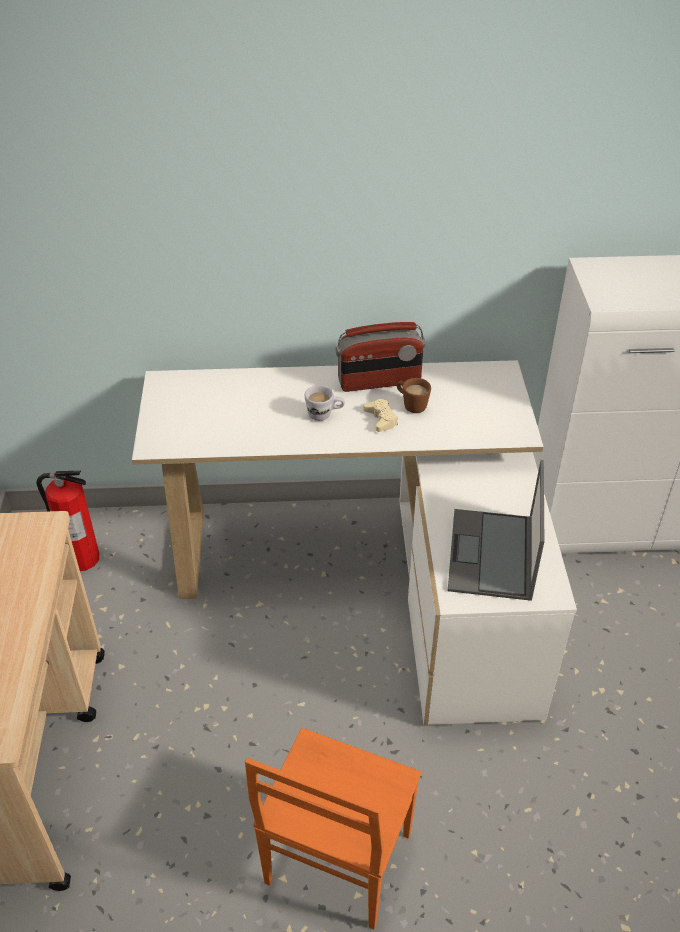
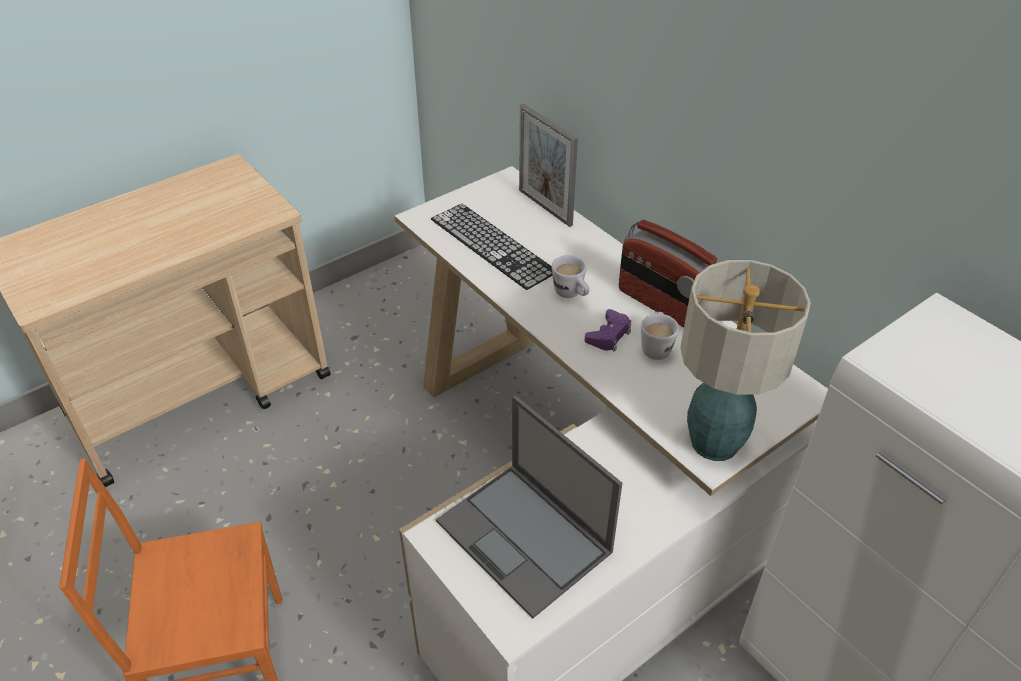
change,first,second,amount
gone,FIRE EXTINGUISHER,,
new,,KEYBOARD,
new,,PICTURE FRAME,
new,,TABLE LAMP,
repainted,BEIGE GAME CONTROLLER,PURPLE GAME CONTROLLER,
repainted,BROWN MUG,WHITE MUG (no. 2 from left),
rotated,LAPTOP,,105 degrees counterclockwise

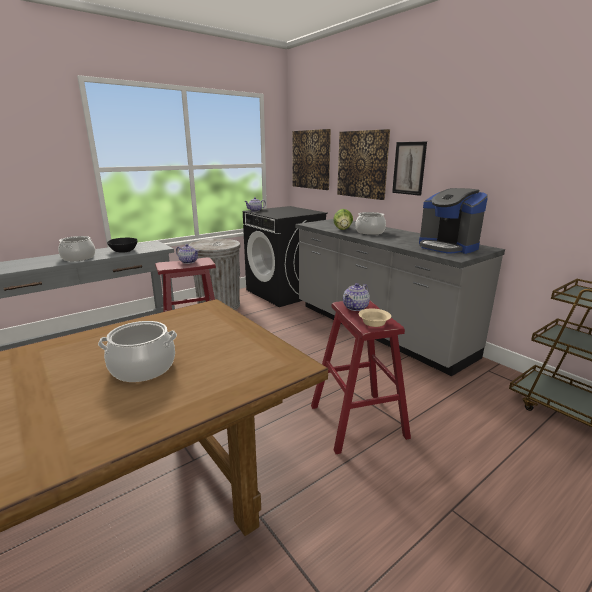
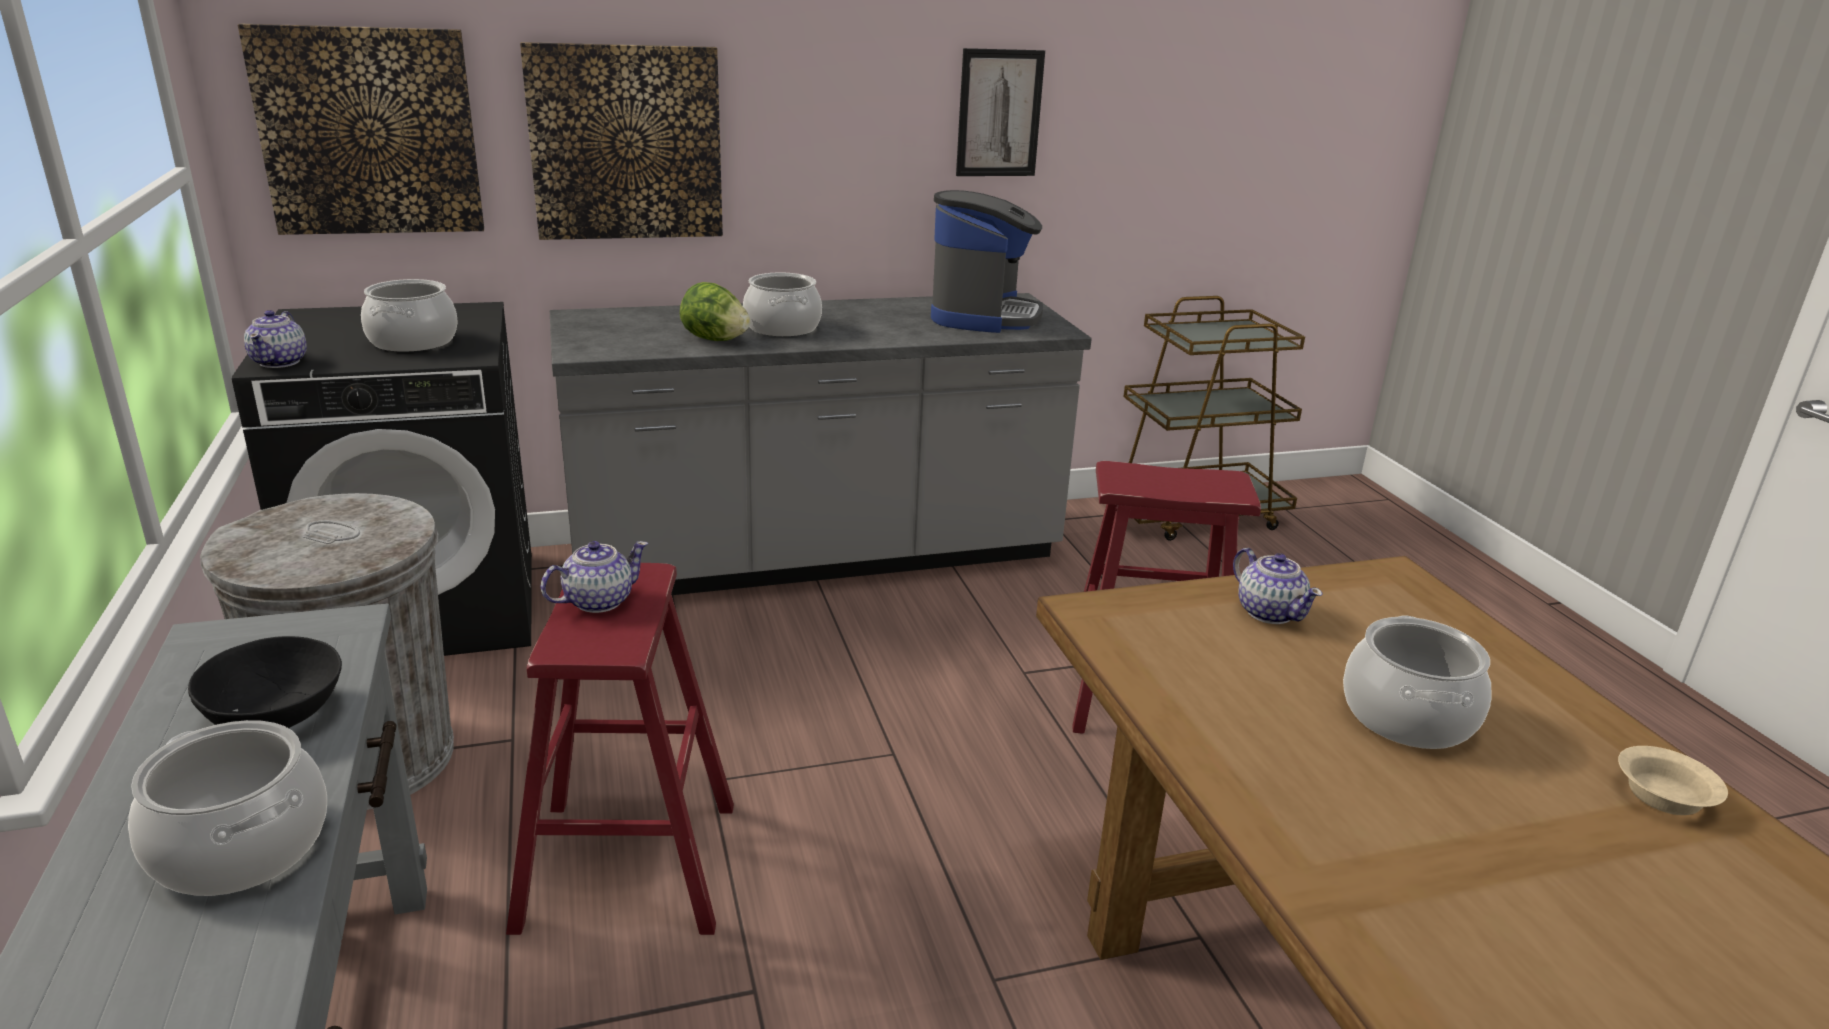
change,first,second,amount
new,,COOKING POT (no. 2 from left),
shifted,TEAPOT (no. 3 from left),,
shifted,BEIGE BOWL,,
shifted,PICTURE (no. 3 from left),,
rotated,COFFEE MACHINE,,60 degrees counterclockwise

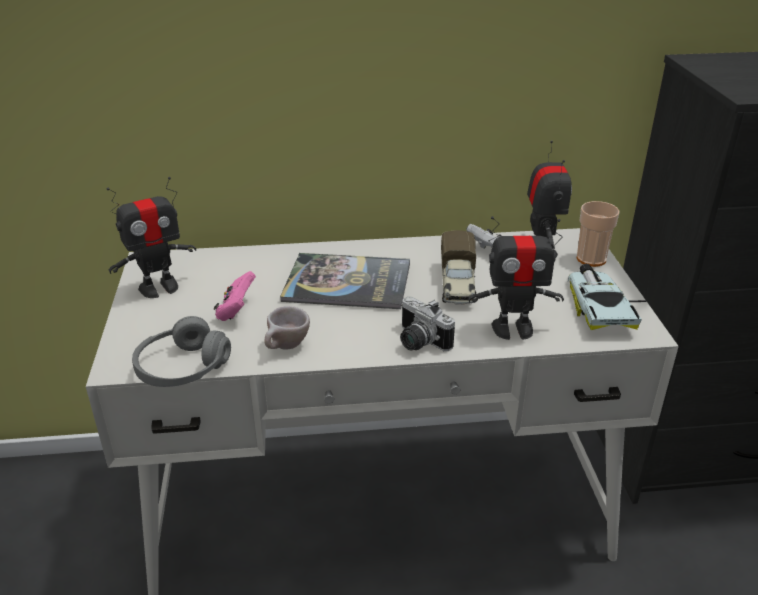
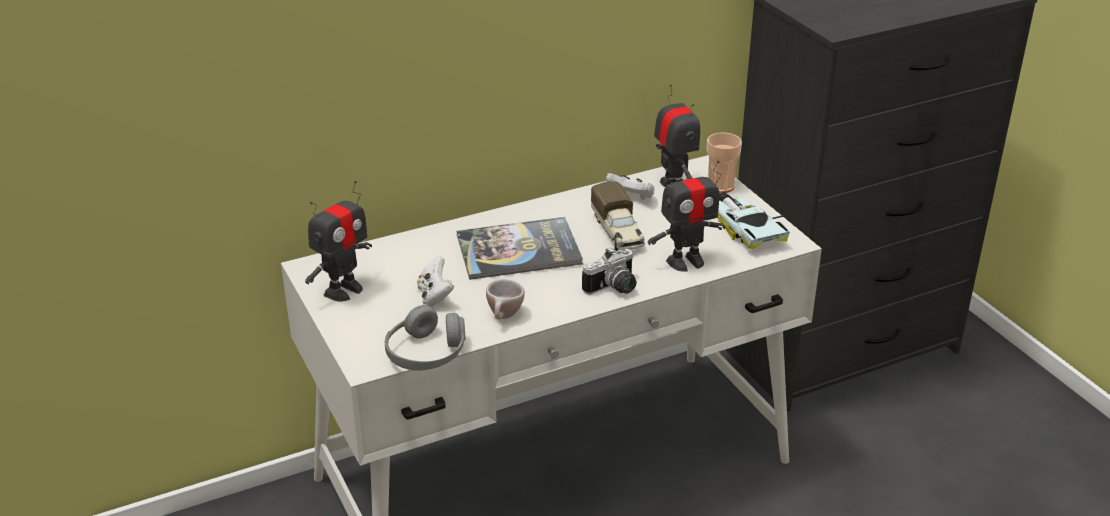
change,first,second,amount
repainted,PINK GAME CONTROLLER,WHITE GAME CONTROLLER (no. 1 from left),
rotated,PHOTO CAMERA,,60 degrees counterclockwise

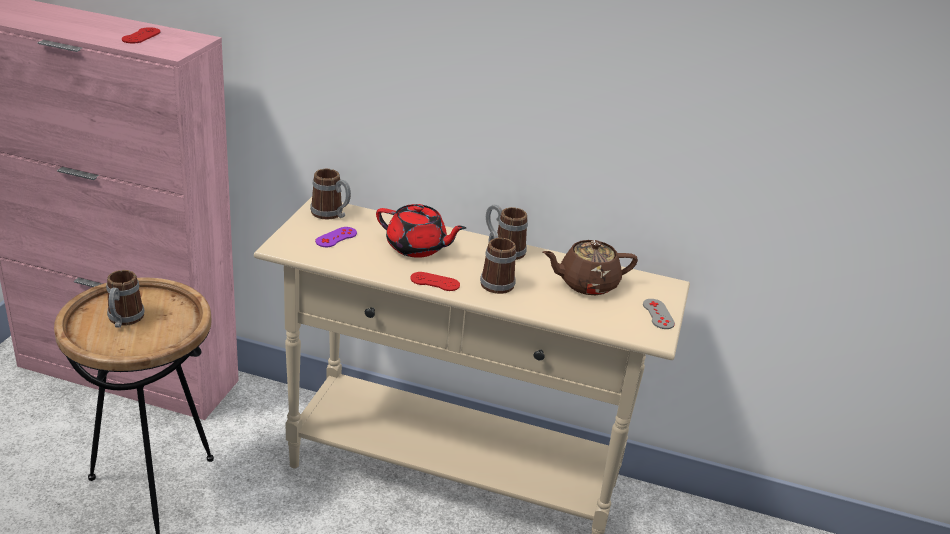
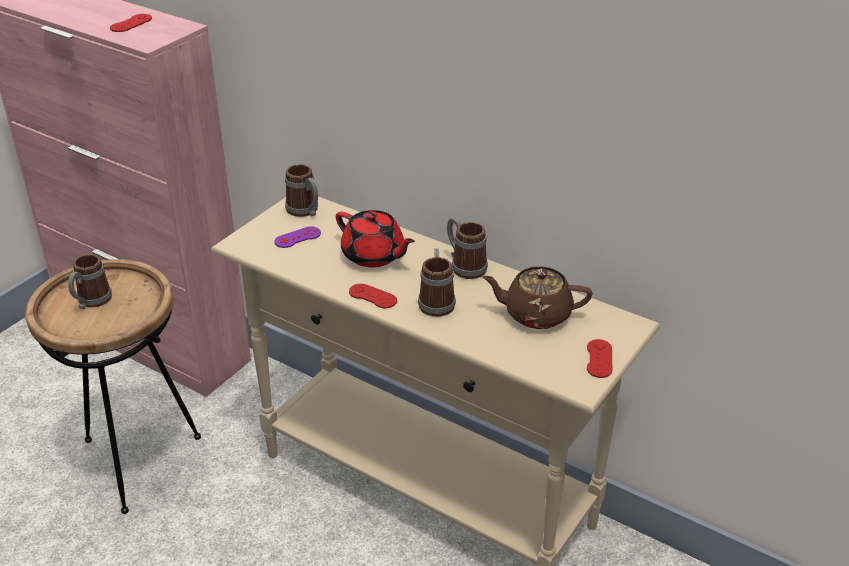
change,first,second,amount
repainted,GREY GAME CONTROLLER,RED GAME CONTROLLER (no. 3 from left),

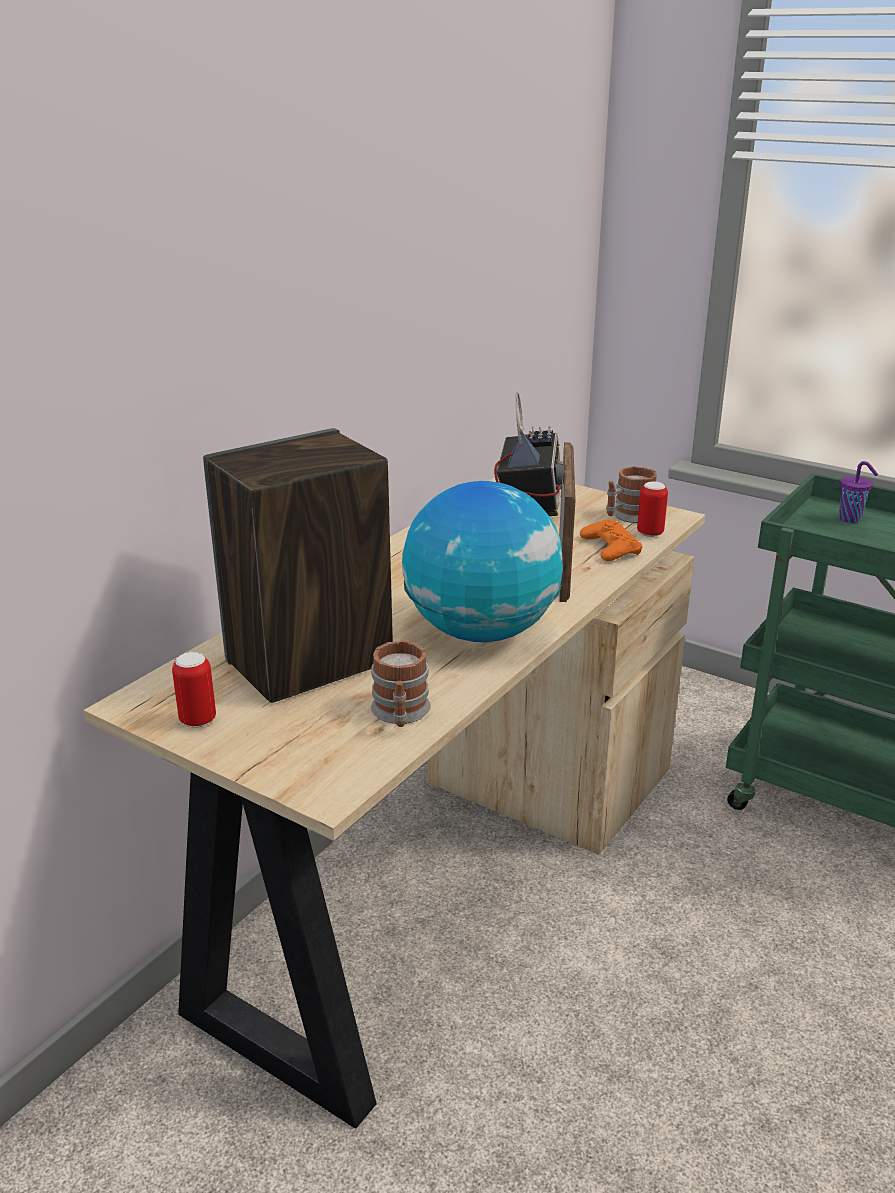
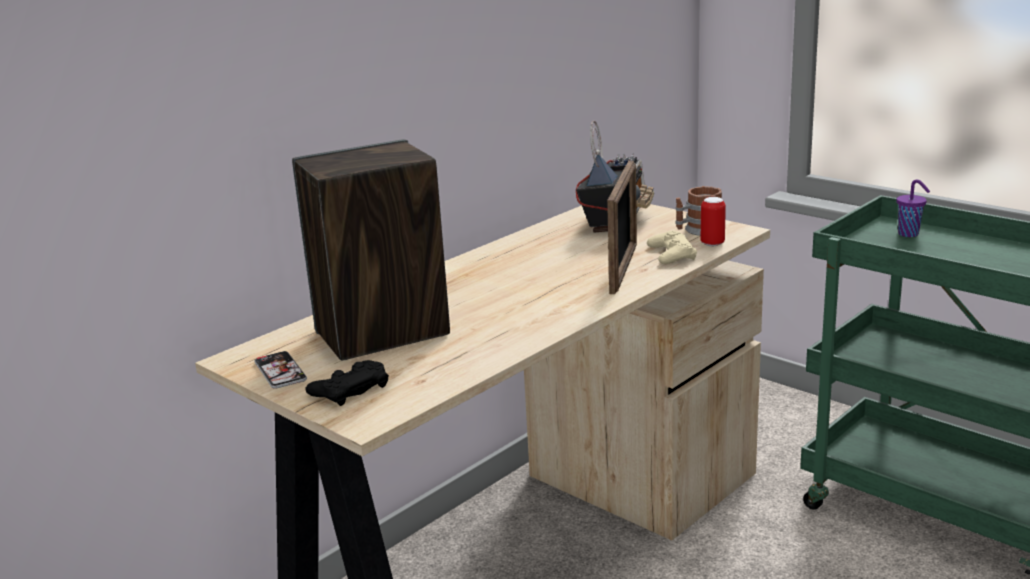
change,first,second,amount
gone,MUG (no. 1 from left),,
gone,GLOBE,,
new,,BLACK GAME CONTROLLER,
swapped,CAN (no. 1 from left),PHONE,
repainted,ORANGE GAME CONTROLLER,BEIGE GAME CONTROLLER,

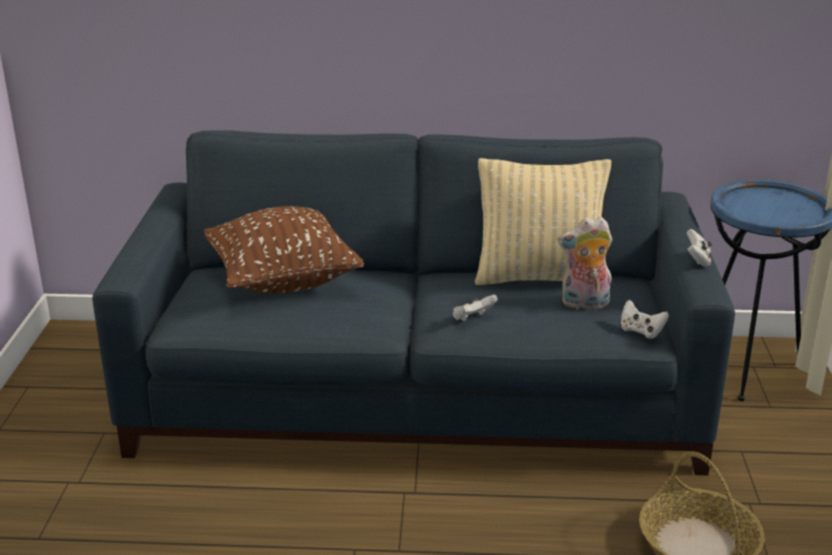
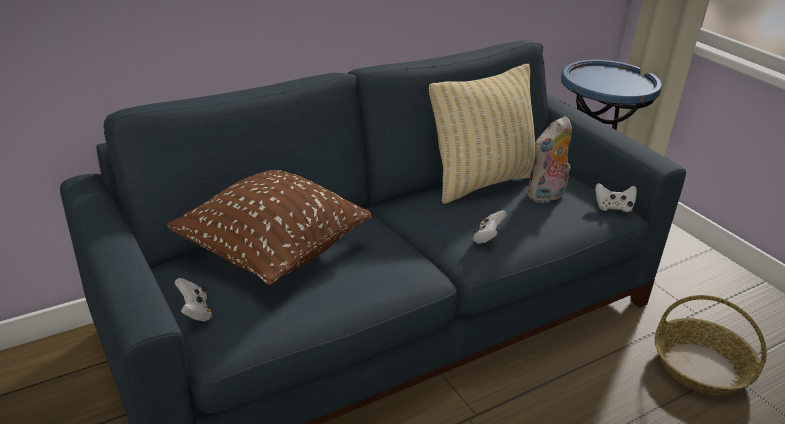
change,first,second,amount
shifted,WHITE GAME CONTROLLER (no. 3 from left in the first image),WHITE GAME CONTROLLER (no. 1 from left),

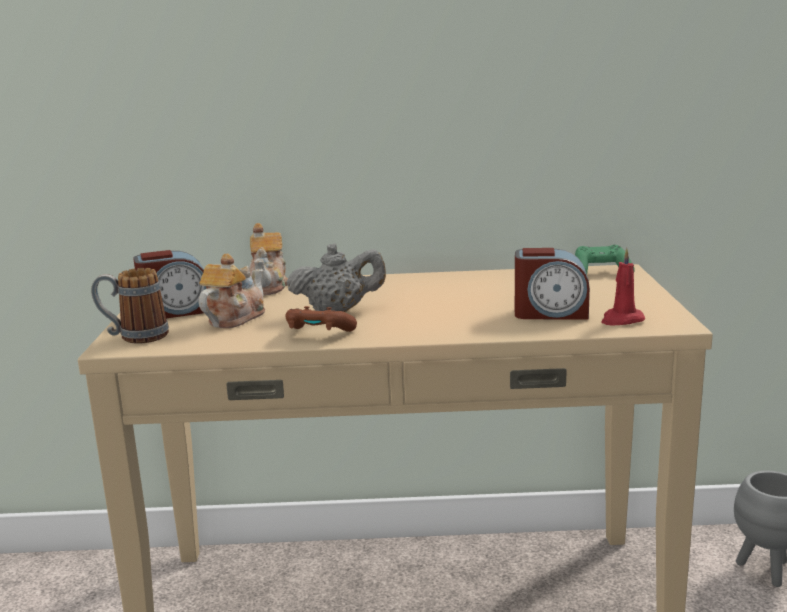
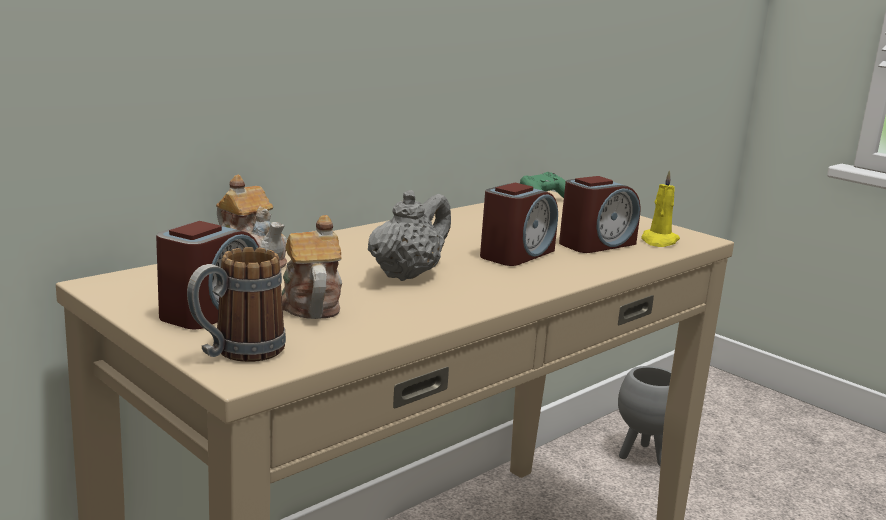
change,first,second,amount
gone,BROWN GAME CONTROLLER,,
new,,ALARM CLOCK (no. 2 from left),
repainted,RED CANDLE,YELLOW CANDLE,

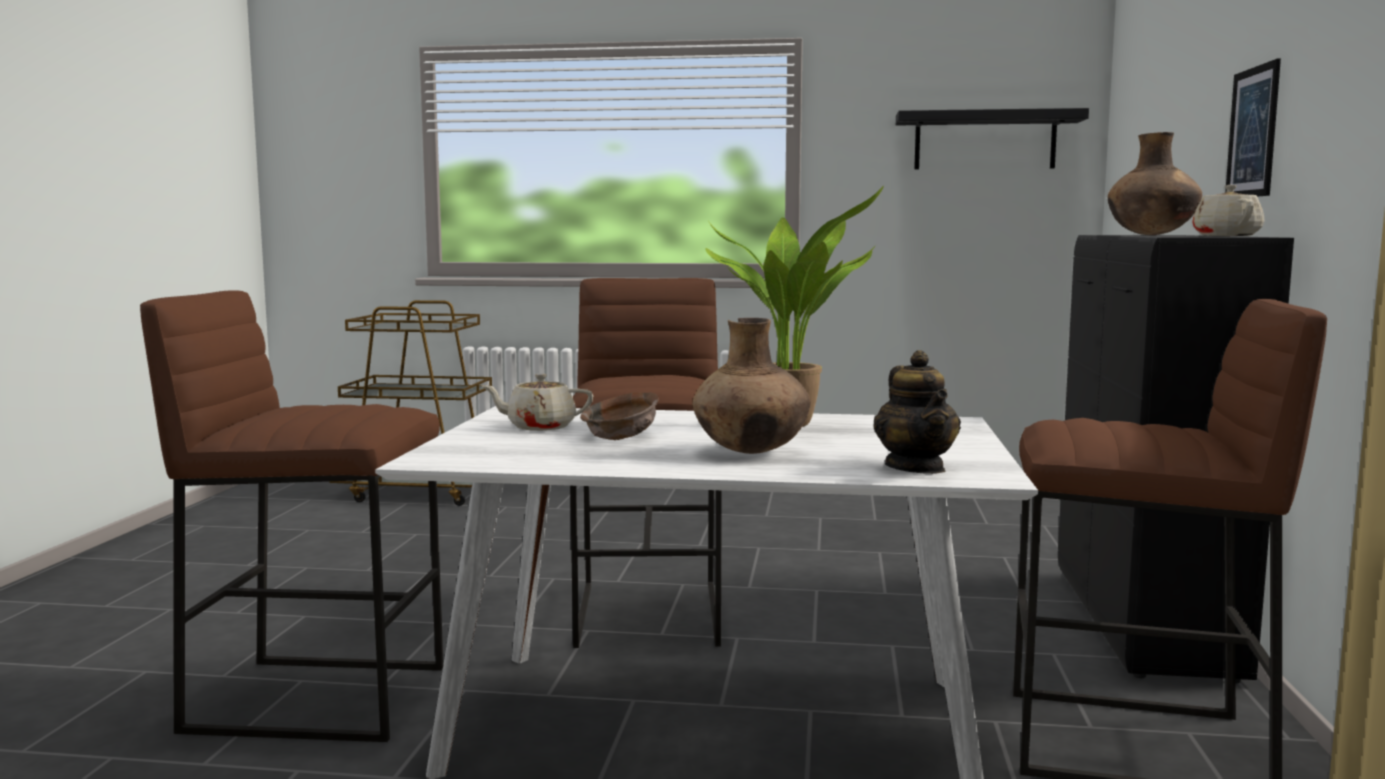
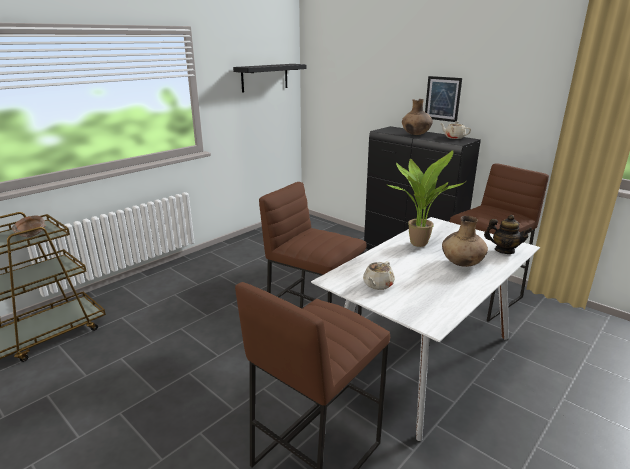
change,first,second,amount
shifted,BROWN BOWL,,

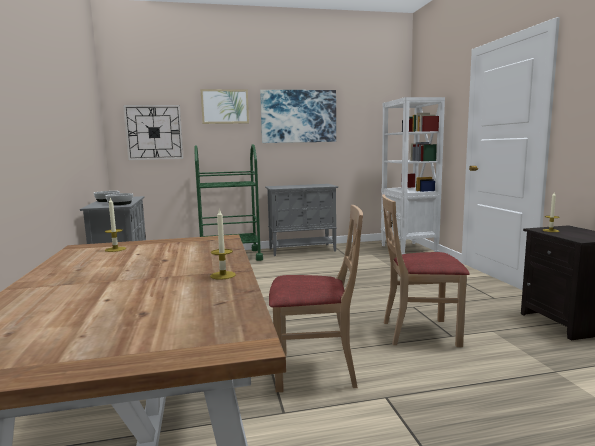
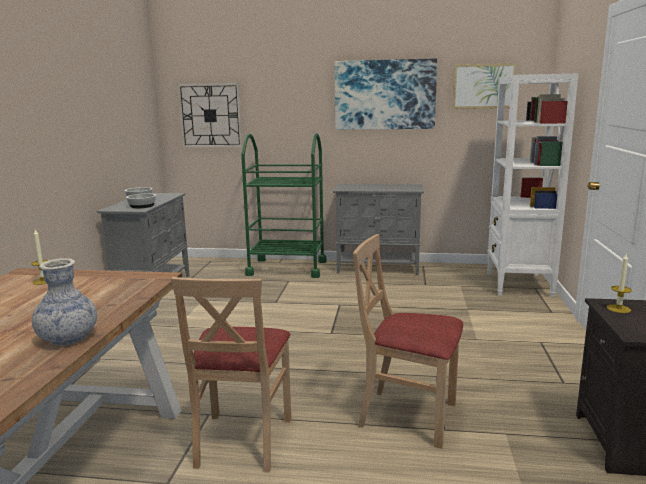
change,first,second,amount
shifted,PICTURE (no. 1 from left in the first image),PICTURE (no. 2 from left),
swapped,CANDLE (no. 2 from left),VASE,
rotated,BEIGE CHAIR (no. 1 from left),,75 degrees clockwise

